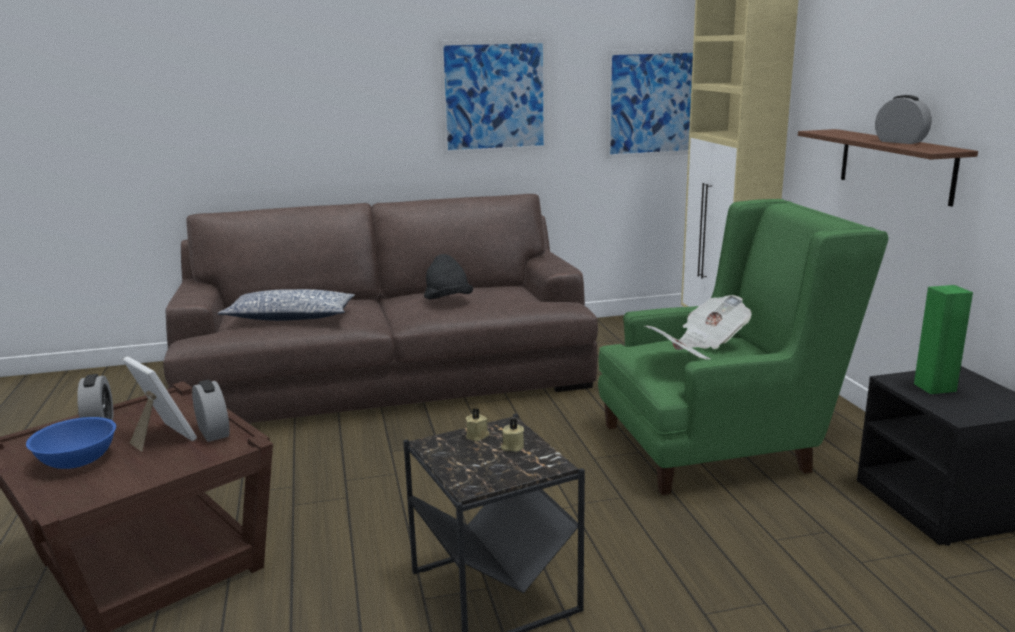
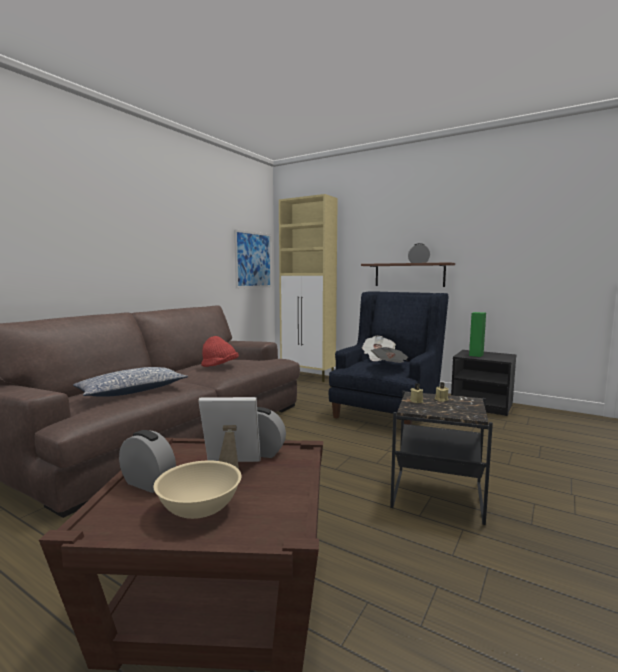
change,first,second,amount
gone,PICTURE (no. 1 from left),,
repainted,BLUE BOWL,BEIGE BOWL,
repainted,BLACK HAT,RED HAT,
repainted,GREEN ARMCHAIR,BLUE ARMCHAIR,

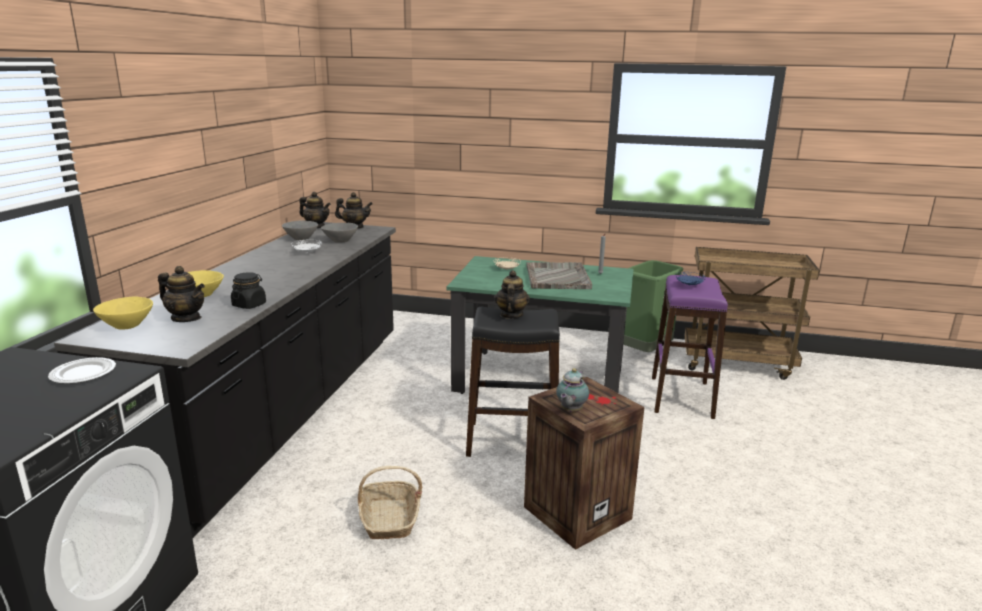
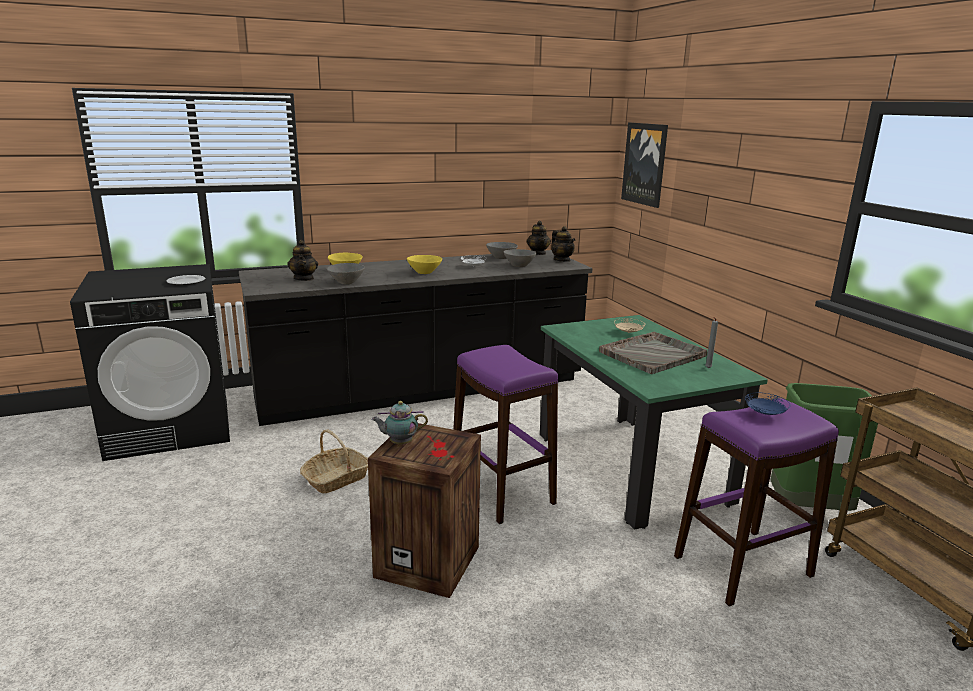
change,first,second,amount
gone,TEAPOT (no. 4 from left),,
new,,PICTURE,
shifted,YELLOW BOWL (no. 1 from left in the first image),YELLOW BOWL (no. 2 from left),
swapped,BLACK JAR,GREY BOWL (no. 1 from left),
repainted,BLACK STOOL,PURPLE STOOL (no. 1 from left),

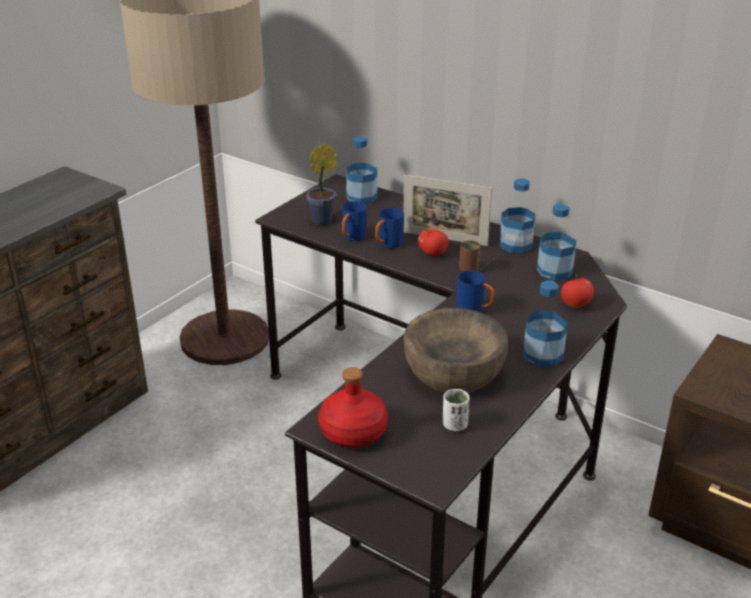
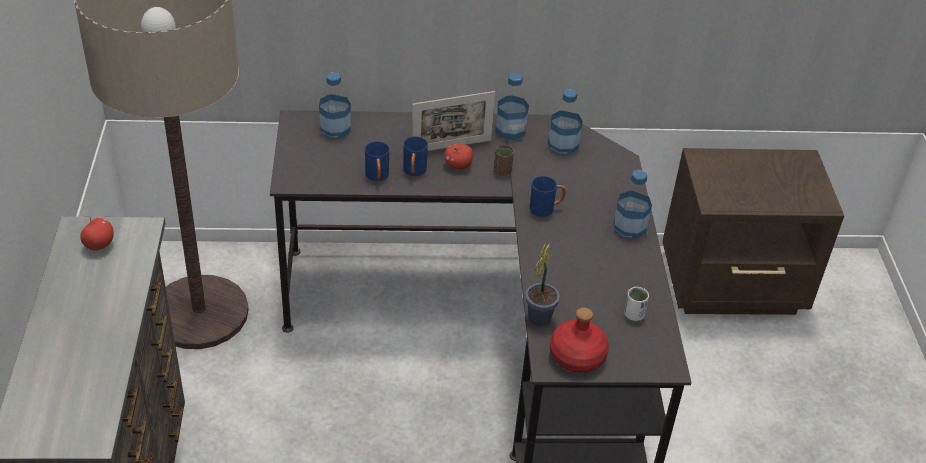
change,first,second,amount
gone,BROWN BOWL,,
shifted,POTTED PLANT,,
shifted,APPLE (no. 2 from left in the first image),APPLE (no. 1 from left),

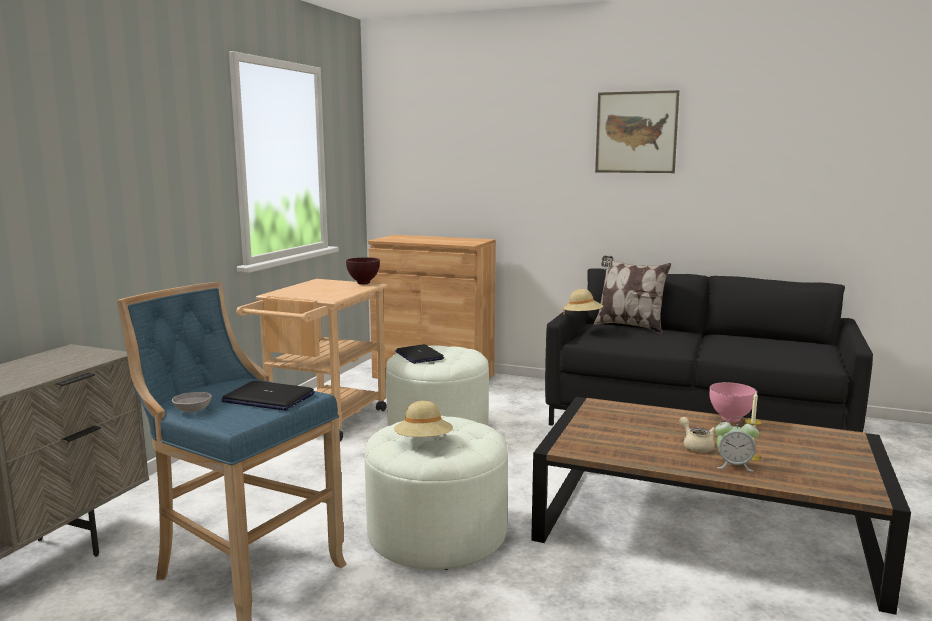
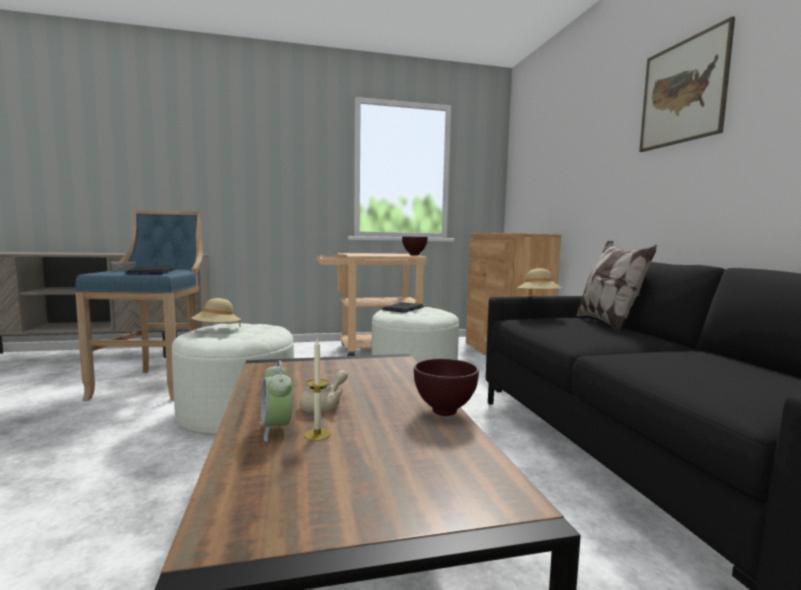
change,first,second,amount
repainted,PINK BOWL,BROWN BOWL (no. 2 from left),

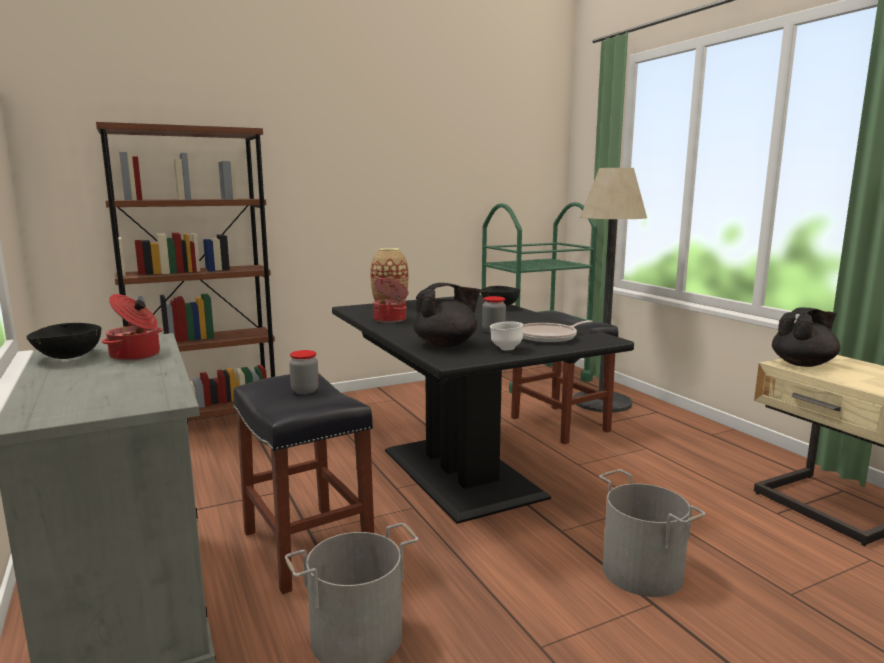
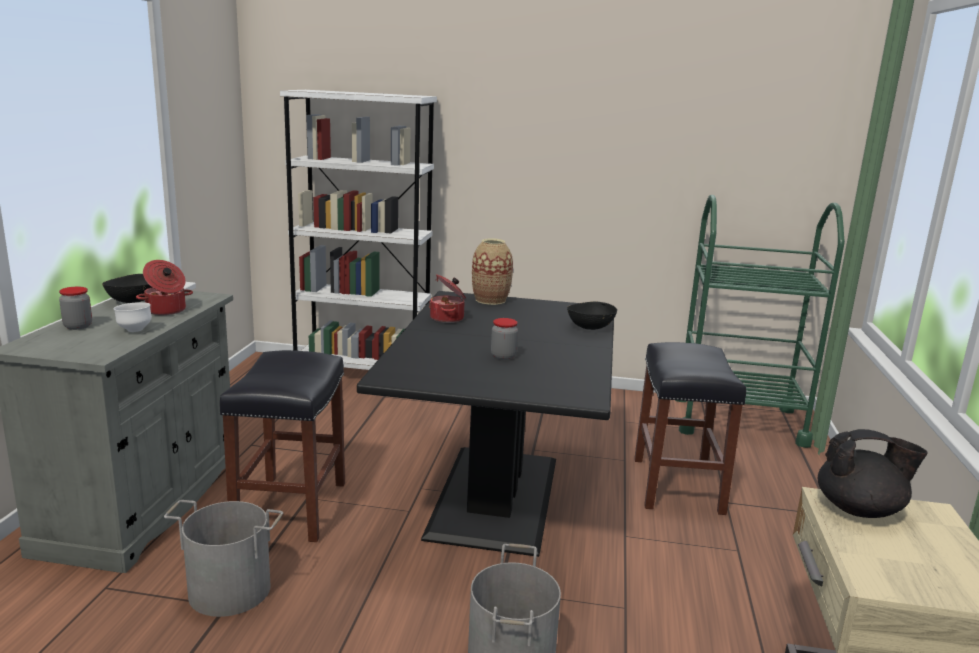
change,first,second,amount
gone,BLACK TEAPOT (no. 1 from left),,
gone,FRYING PAN,,
gone,FLOOR LAMP,,
shifted,JAR (no. 1 from left),,
shifted,WHITE BOWL,,
repainted,BROWN BOOKCASE,WHITE BOOKCASE,

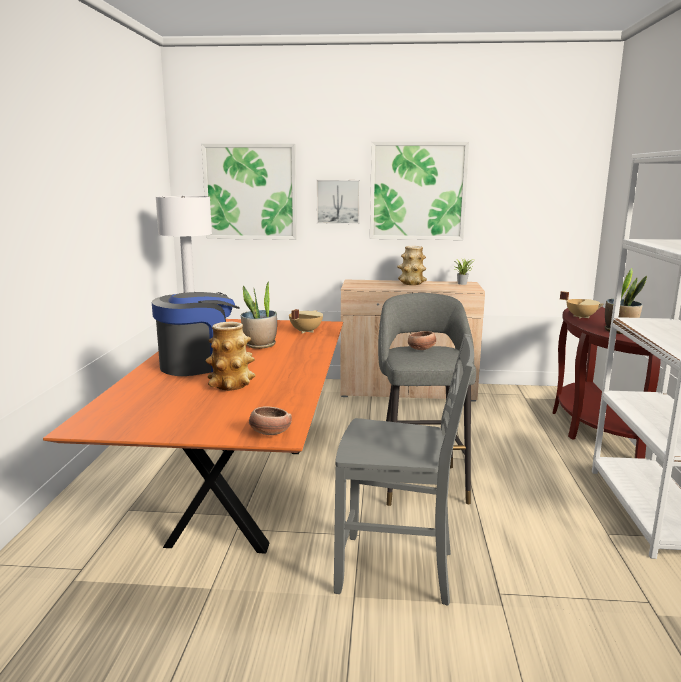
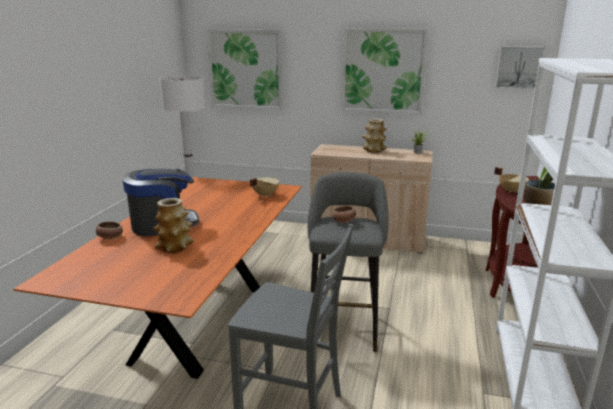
change,first,second,amount
gone,POTTED PLANT (no. 1 from left),,
shifted,BOWL (no. 1 from left),,
shifted,PICTURE (no. 2 from left in the first image),PICTURE (no. 3 from left),

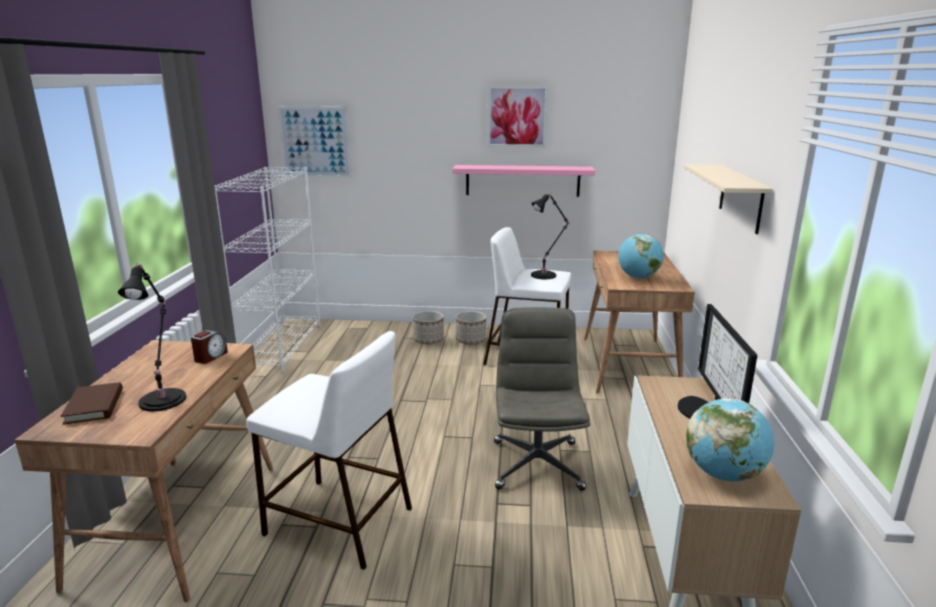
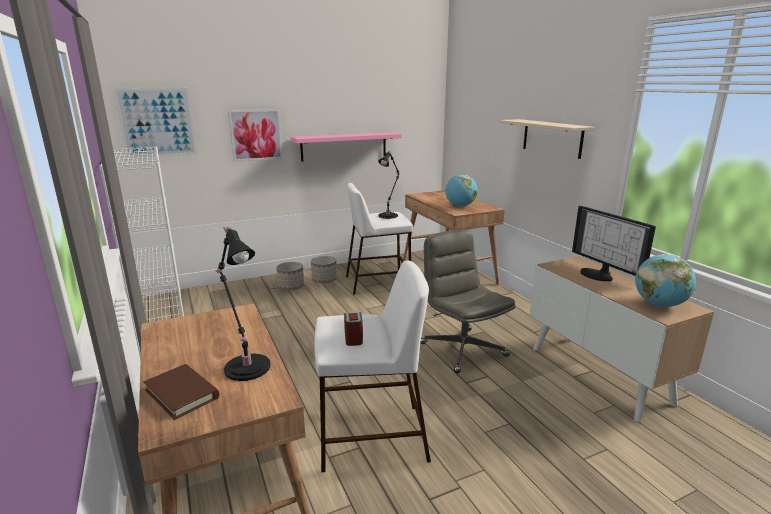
change,first,second,amount
shifted,ALARM CLOCK,,
shifted,PICTURE (no. 2 from left),,

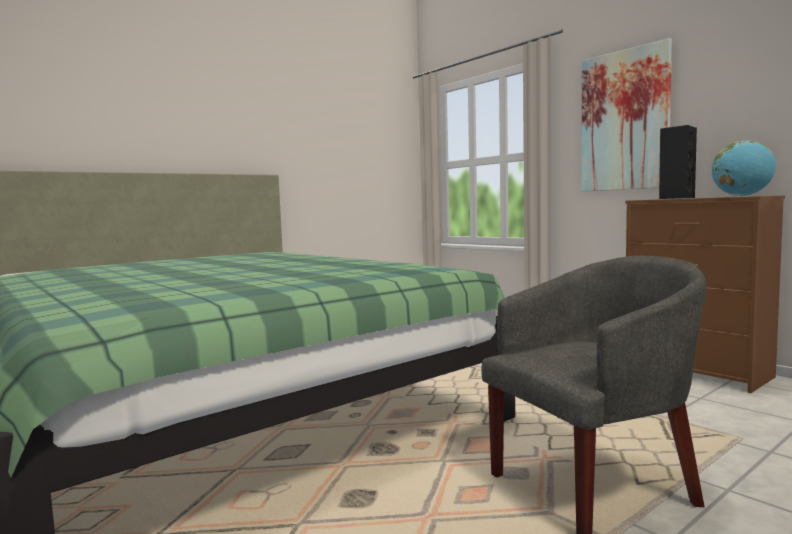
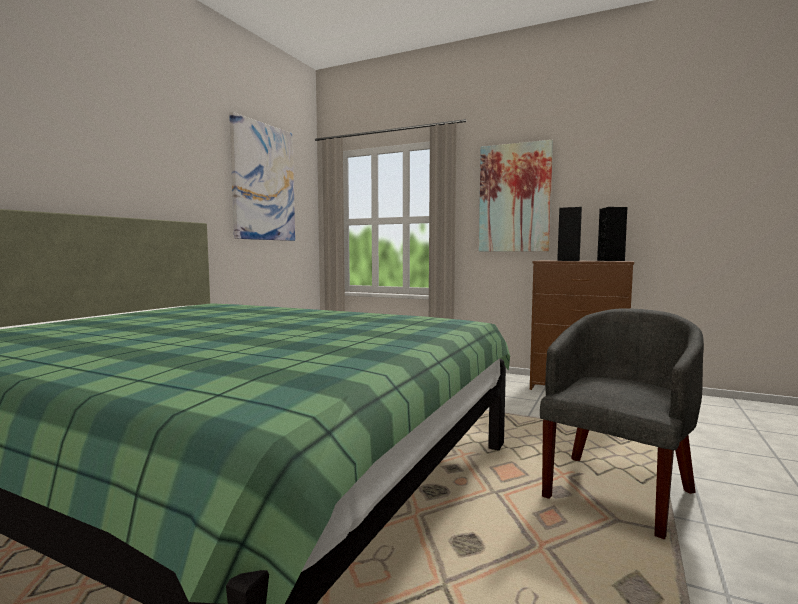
change,first,second,amount
new,,PICTURE (no. 1 from left),
swapped,GLOBE,BLACK SPEAKER (no. 2 from left),

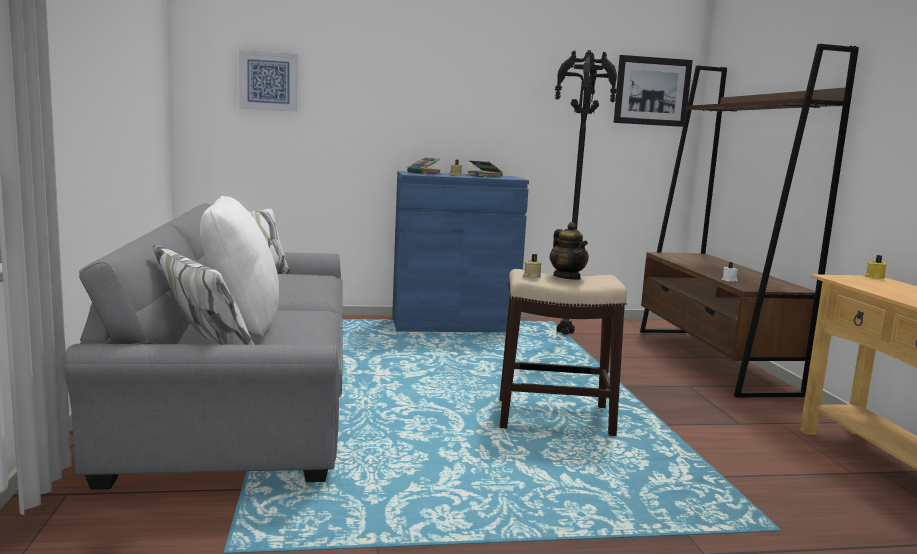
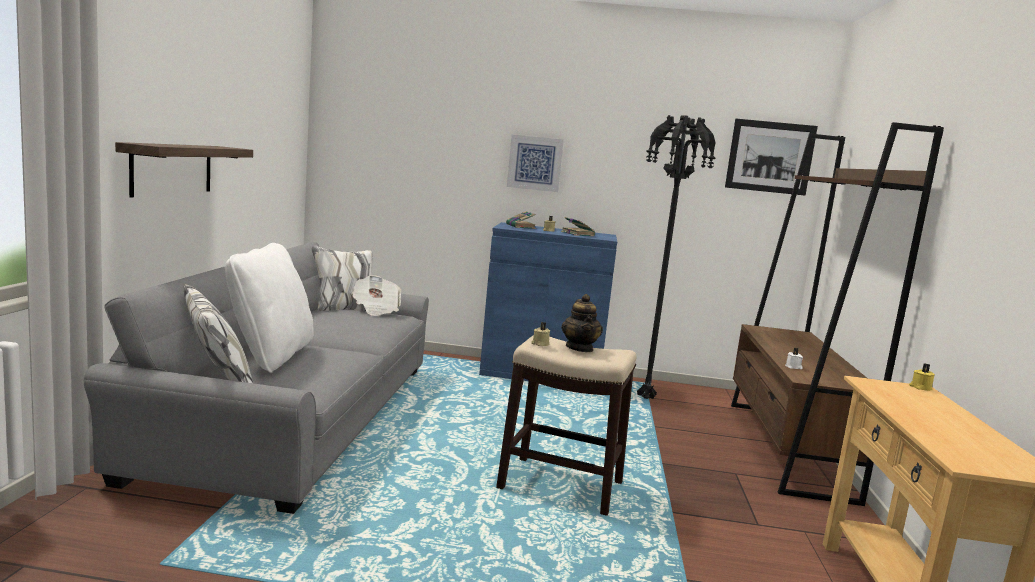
change,first,second,amount
new,,SHELF,
new,,NEWSPAPER,
shifted,PICTURE (no. 1 from left),,

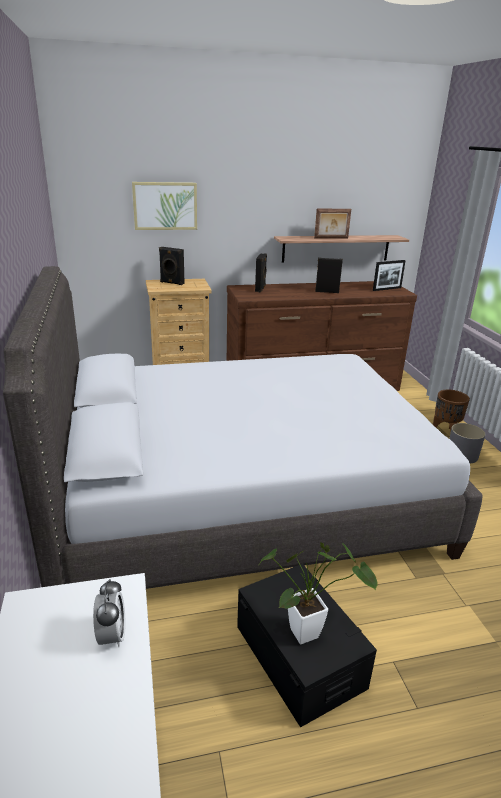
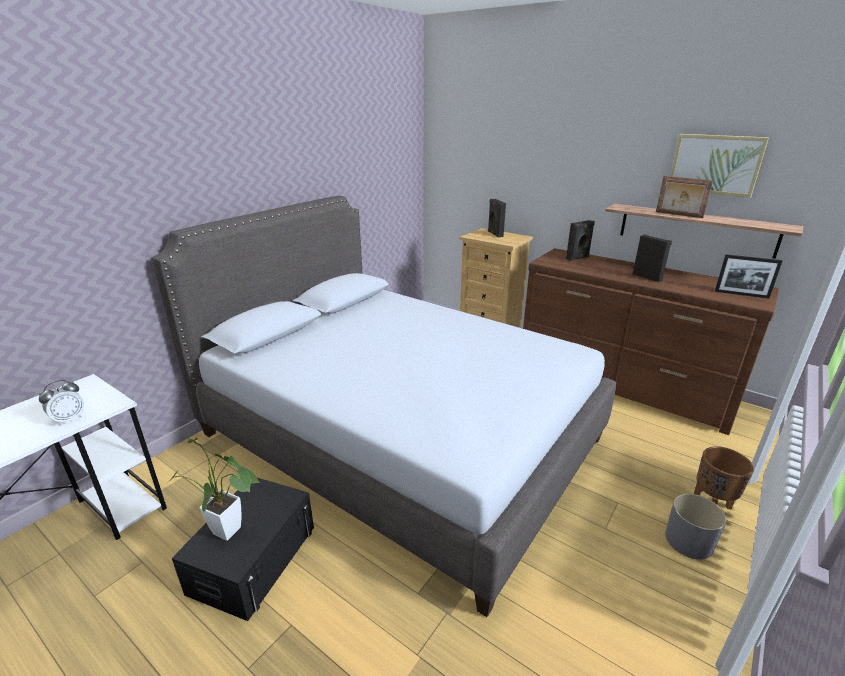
change,first,second,amount
shifted,PICTURE,,

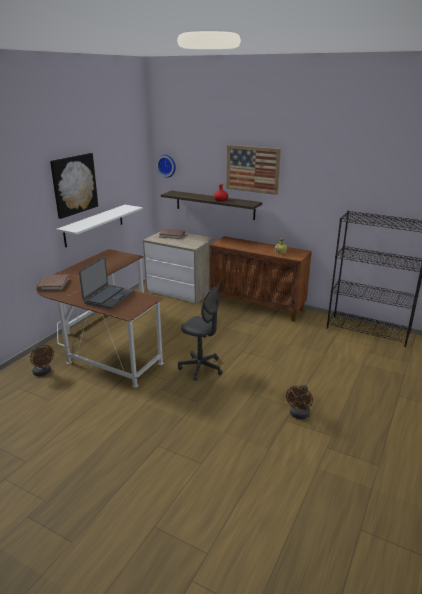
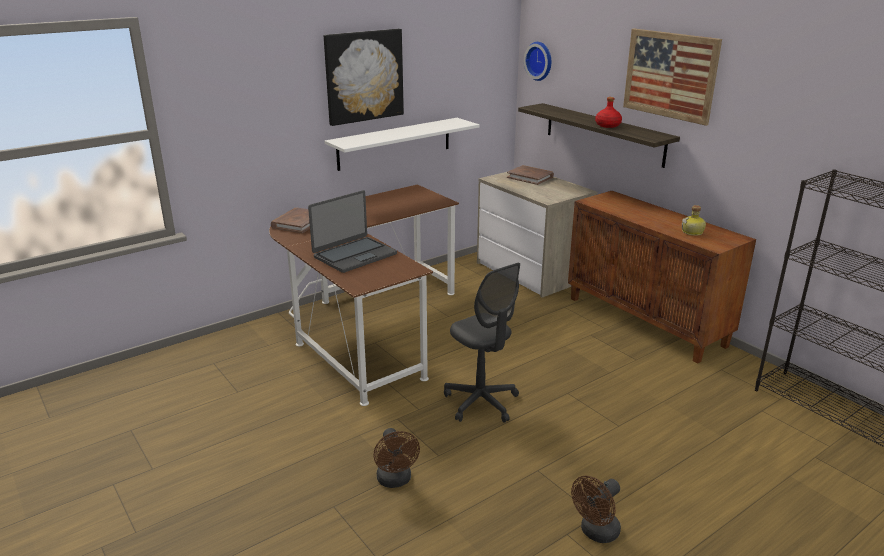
change,first,second,amount
shifted,BROWN FAN (no. 1 from left),,

